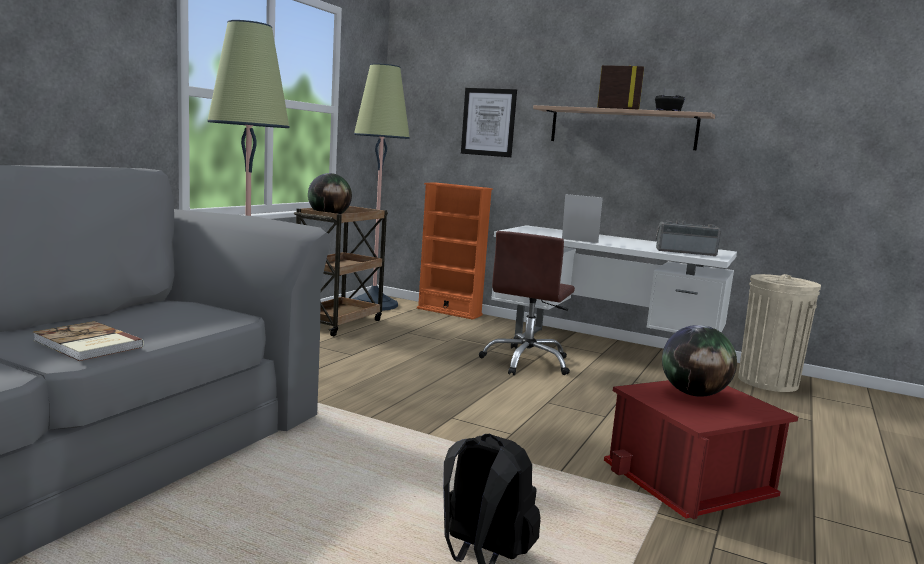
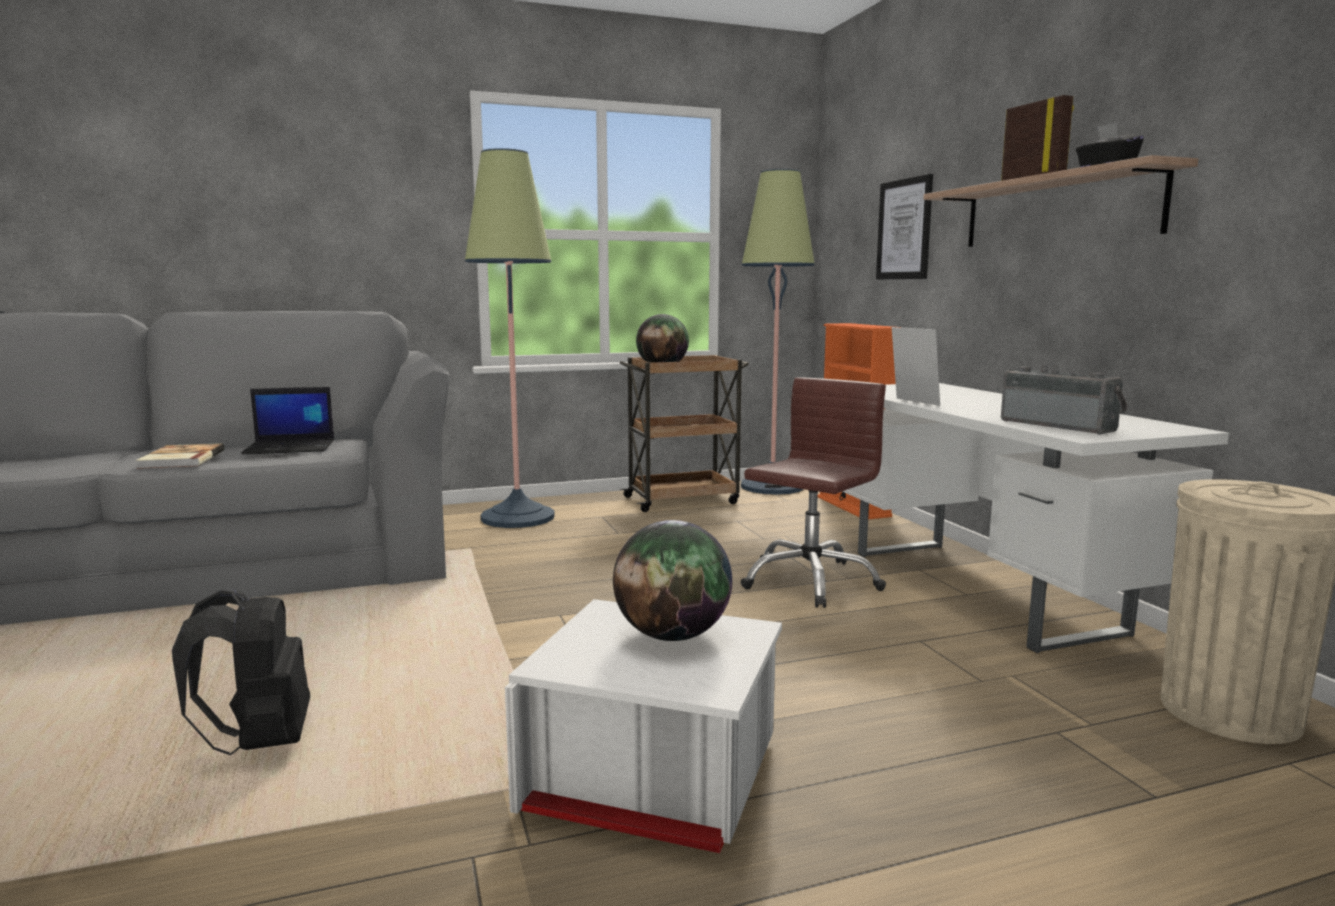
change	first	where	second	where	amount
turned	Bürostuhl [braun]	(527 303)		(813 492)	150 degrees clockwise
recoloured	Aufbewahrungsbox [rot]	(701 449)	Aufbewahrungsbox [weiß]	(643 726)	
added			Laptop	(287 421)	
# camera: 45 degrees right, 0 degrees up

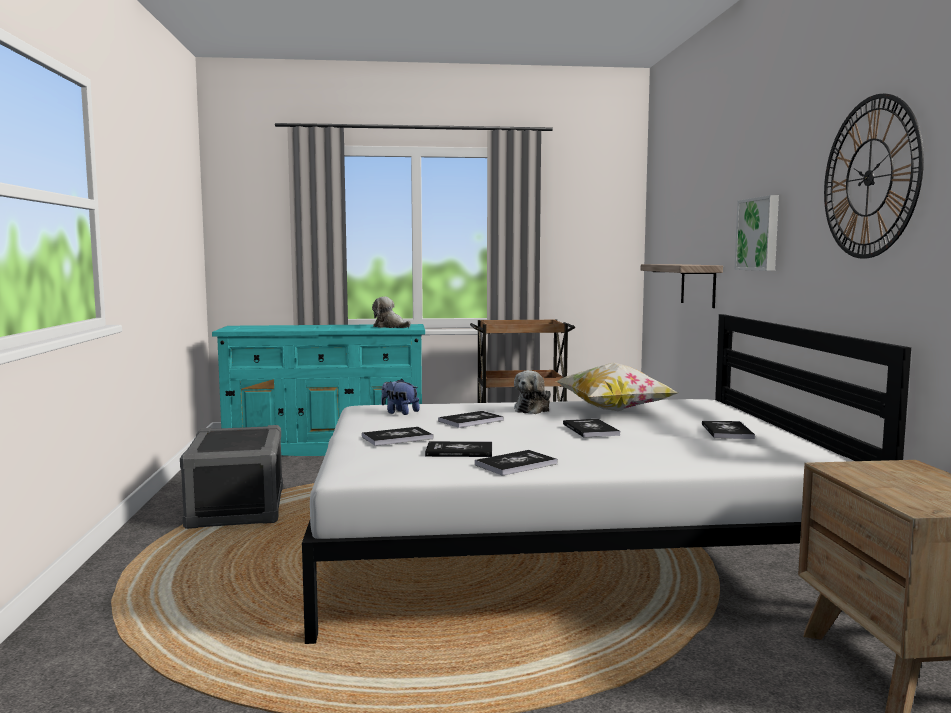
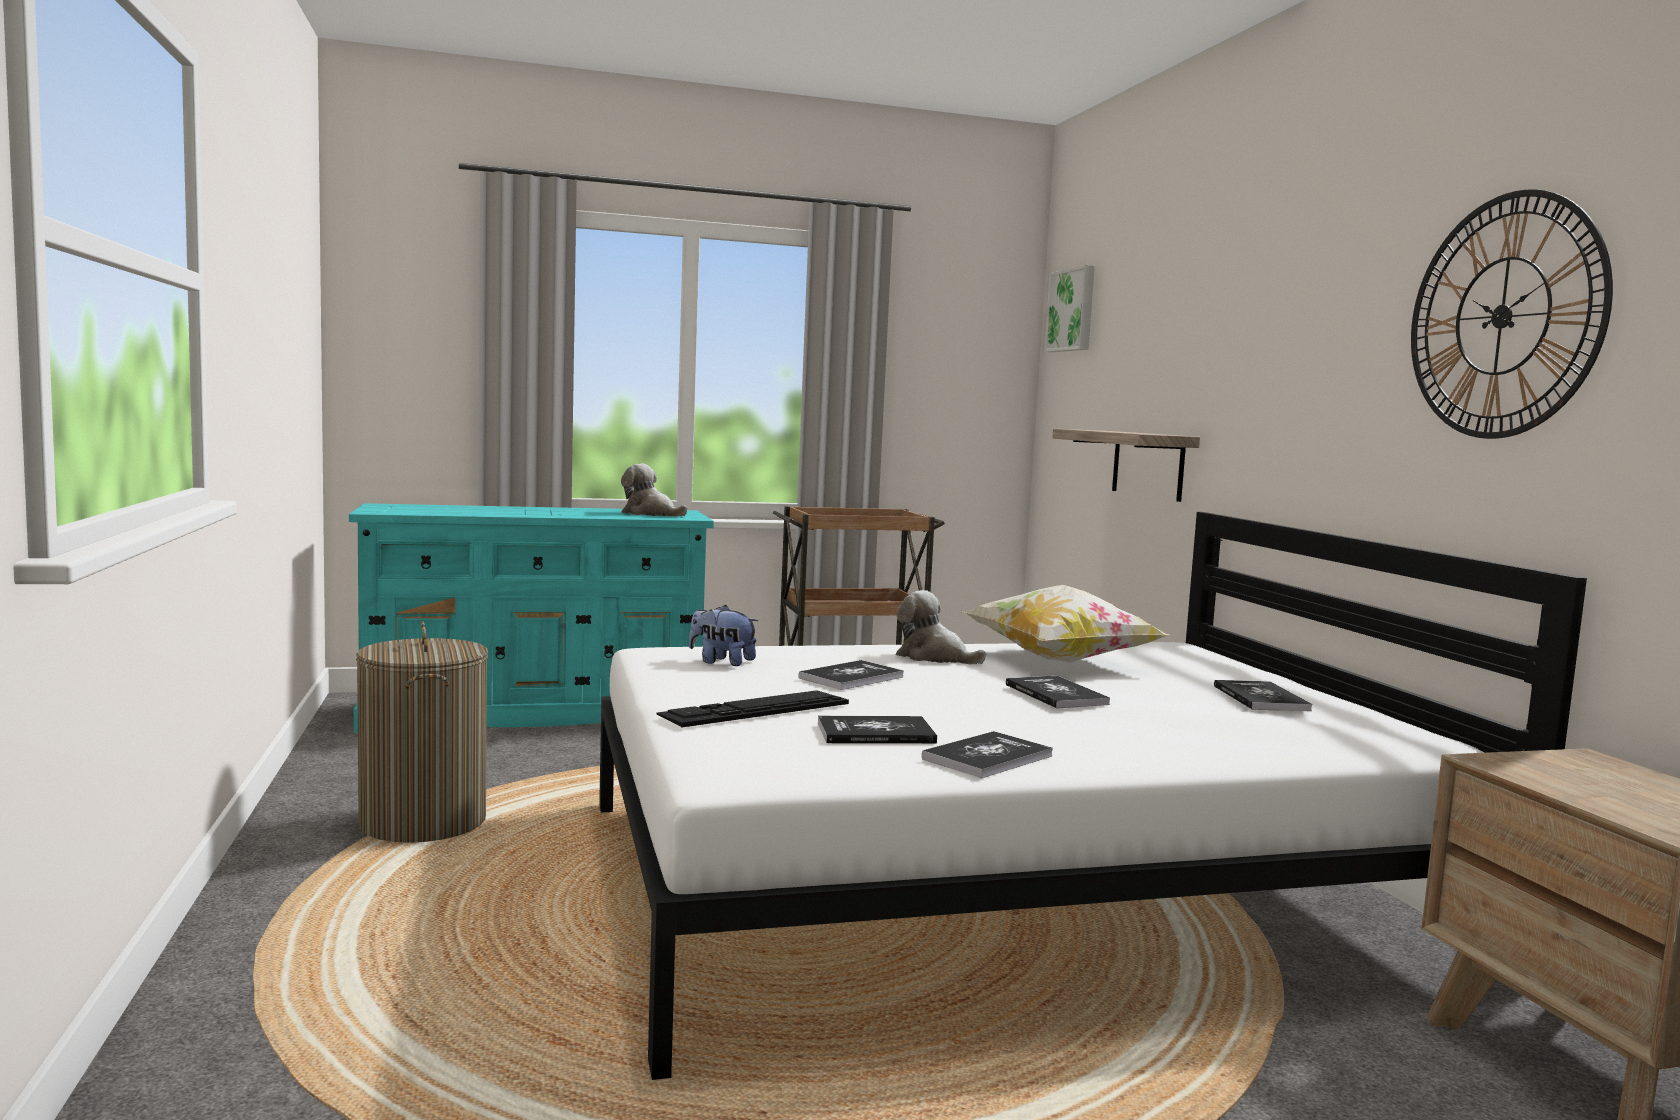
change	first	where	second	where	amount
replaced	Aufbewahrungsbox [grau]	(231 477)	Wäschekorb	(422 732)	
replaced	Buch	(397 436)	Tastatur	(752 708)	
turned	Plüschtier	(532 392)		(941 627)	105 degrees clockwise
moved	Bild	(756 233)		(1069 308)	
# camera: 10 degrees left, 0 degrees up

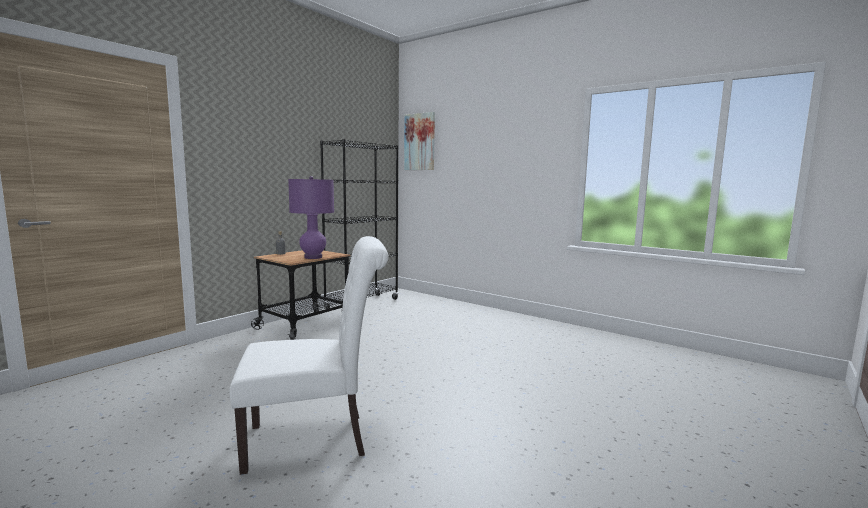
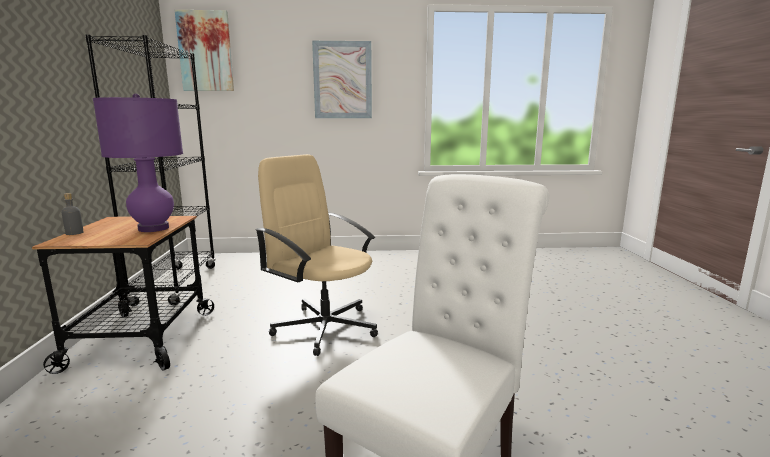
change	first	where	second	where	amount
added			Bürostuhl [beige]	(316 255)	
added			Bild	(342 79)	
# camera: 40 degrees left, 5 degrees up

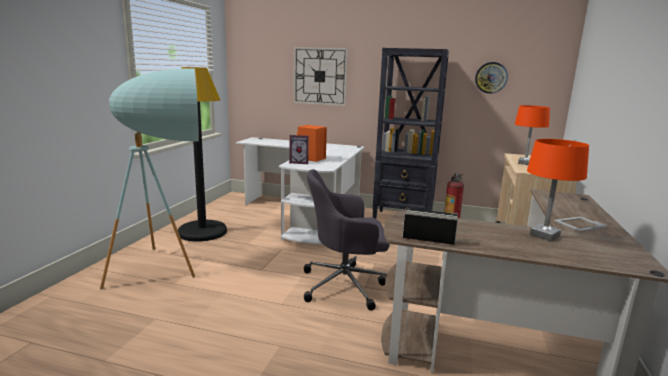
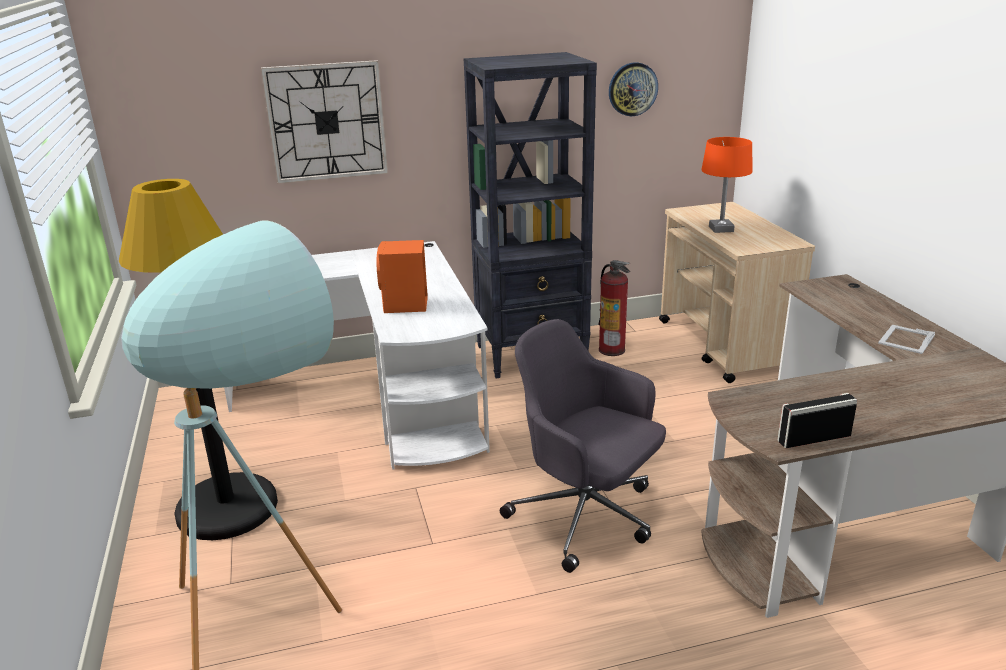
change	first	where	second	where	amount
removed	Bilderrahmen	(299 149)			
turned	Bürostuhl [grau]	(347 240)		(583 446)	75 degrees clockwise
removed	Tischlampe [orange]	(558 190)			
# camera: 30 degrees left, 10 degrees up

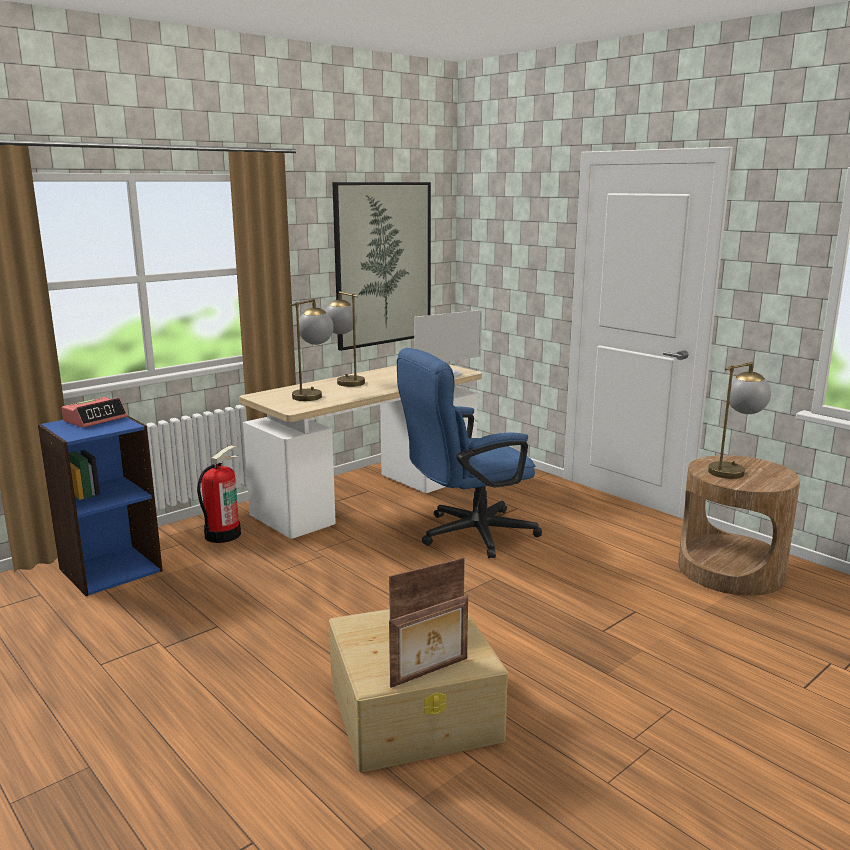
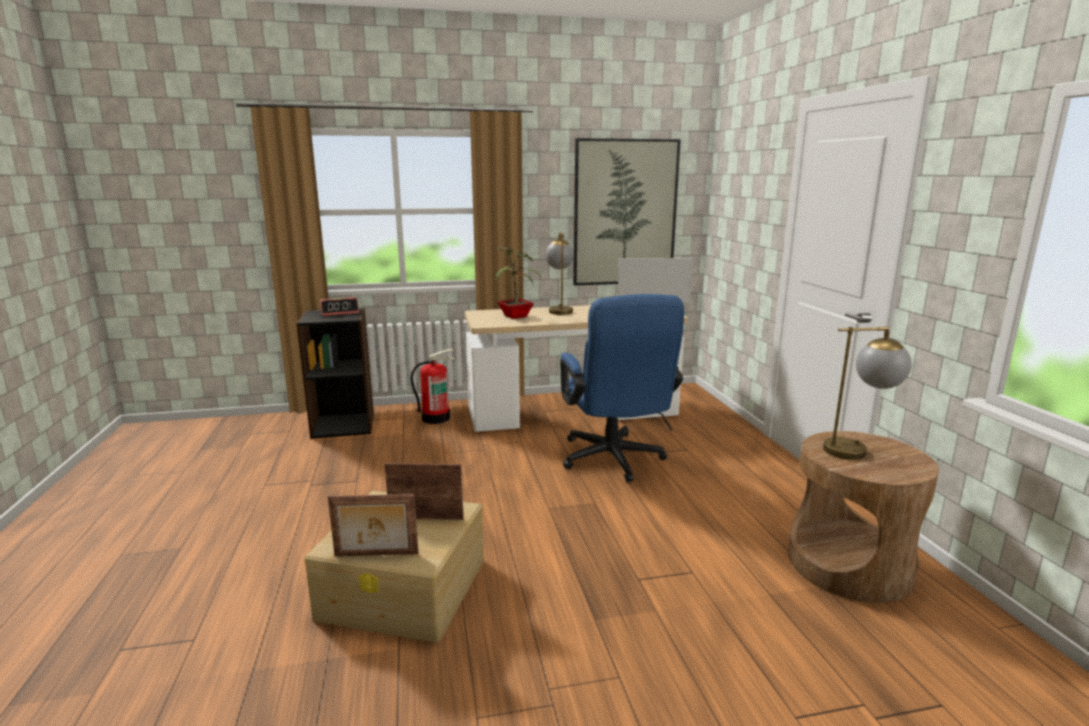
change	first	where	second	where	amount
recoloured	Bücherregal [blau]	(100 505)	Bücherregal [schwarz]	(335 373)	
replaced	Tischlampe	(312 350)	Topfpflanze	(518 281)	
turned	Bürostuhl [blau]	(469 453)		(622 388)	105 degrees counterclockwise
# camera: 30 degrees right, 0 degrees up

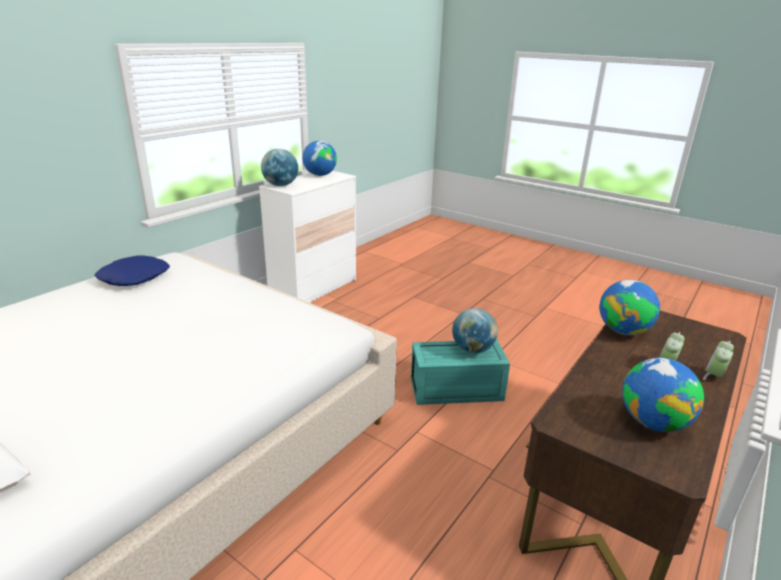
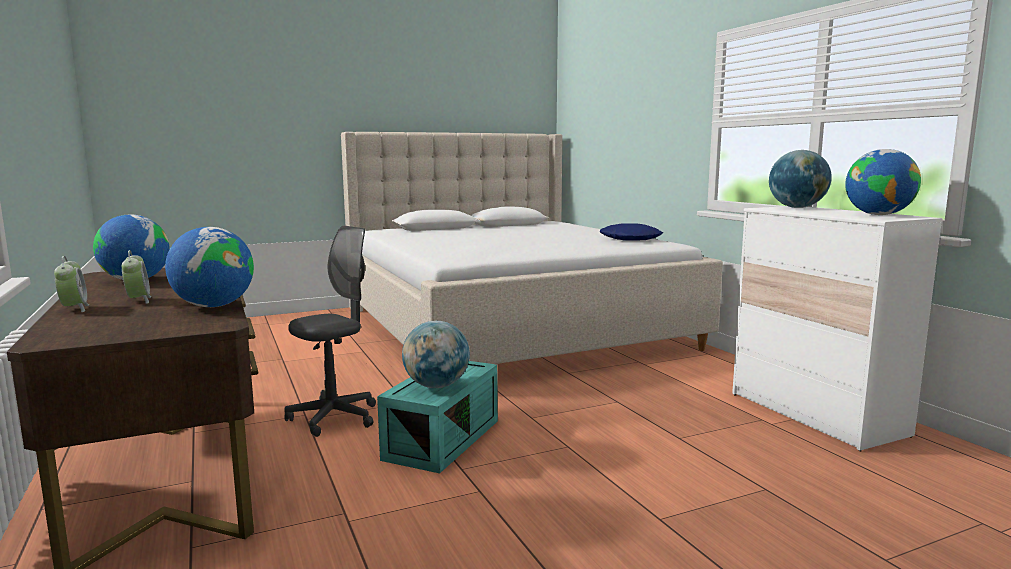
change	first	where	second	where	amount
added			Bürostuhl [grau]	(330 331)	
# camera: 120 degrees right, 15 degrees down

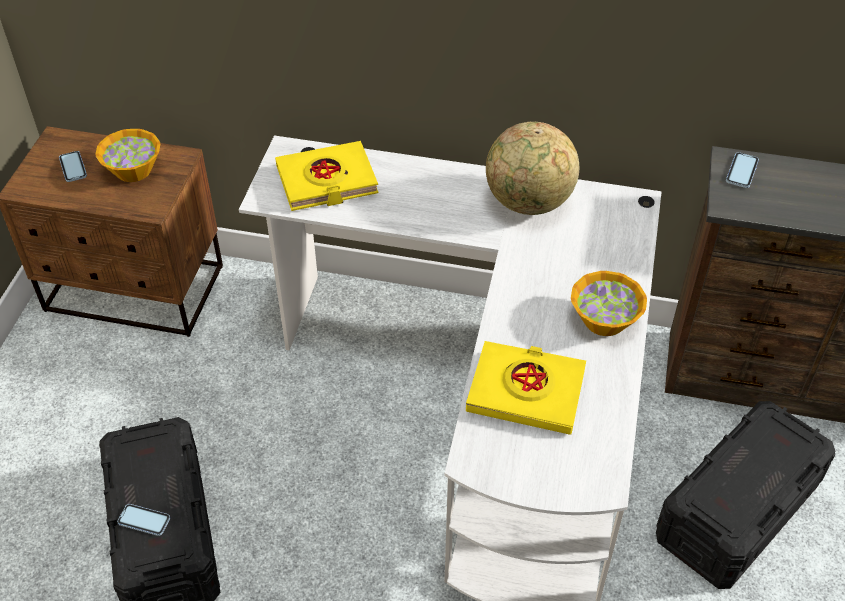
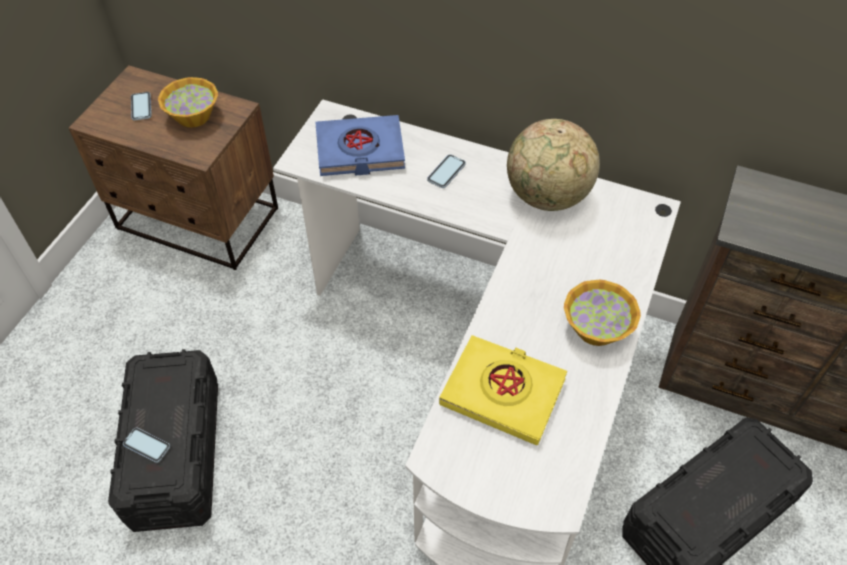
change	first	where	second	where	amount
recoloured	Buch [gelb]	(327 176)	Buch [blau]	(360 145)	
moved	Handy	(742 170)		(446 171)	
# camera: 10 degrees right, 5 degrees up

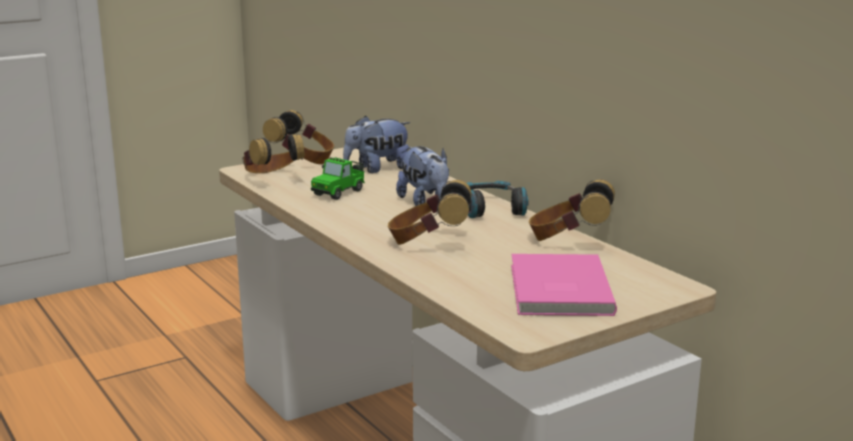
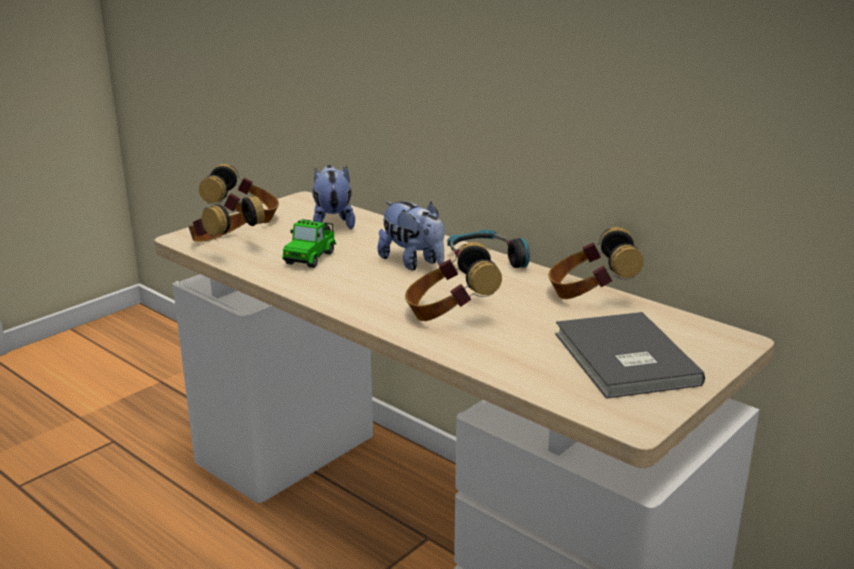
change	first	where	second	where	amount
turned	Plüschtier	(377 144)		(333 197)	120 degrees clockwise
recoloured	Buch [rosa]	(564 285)	Buch [grau]	(630 355)	
# camera: 15 degrees left, 5 degrees up

